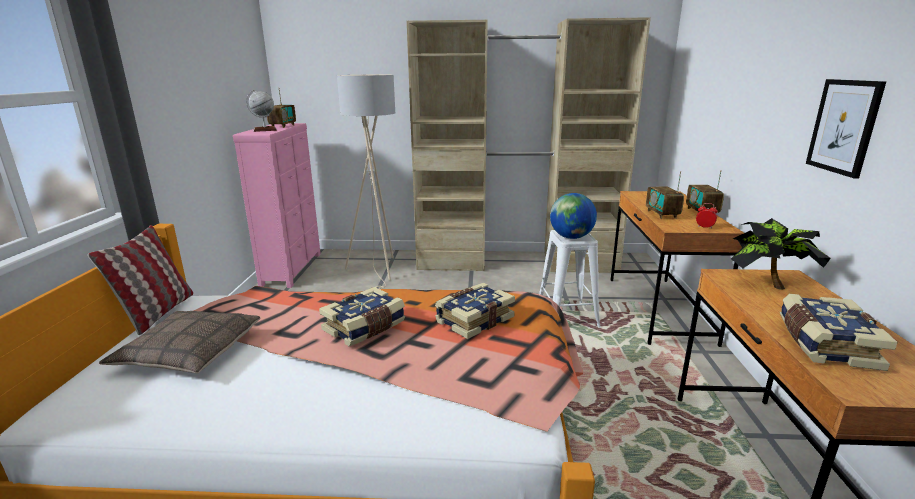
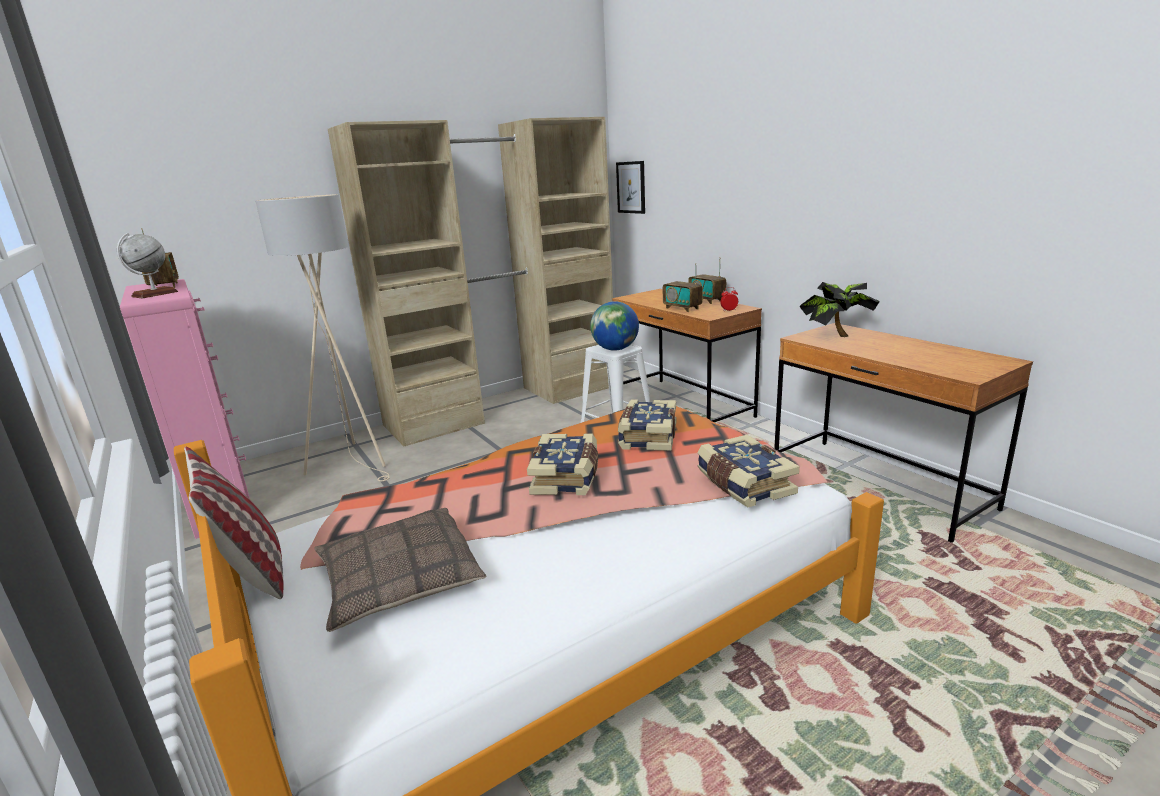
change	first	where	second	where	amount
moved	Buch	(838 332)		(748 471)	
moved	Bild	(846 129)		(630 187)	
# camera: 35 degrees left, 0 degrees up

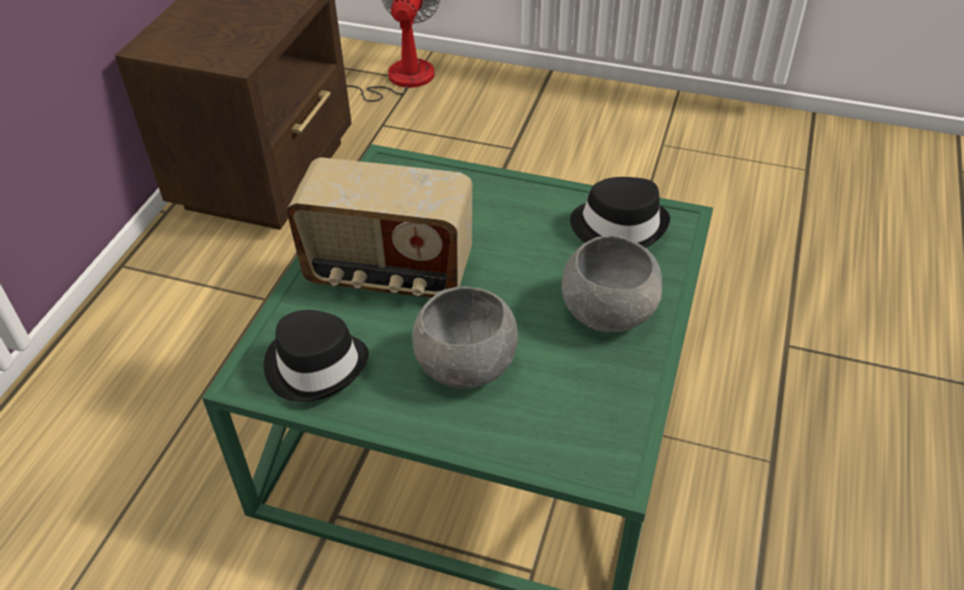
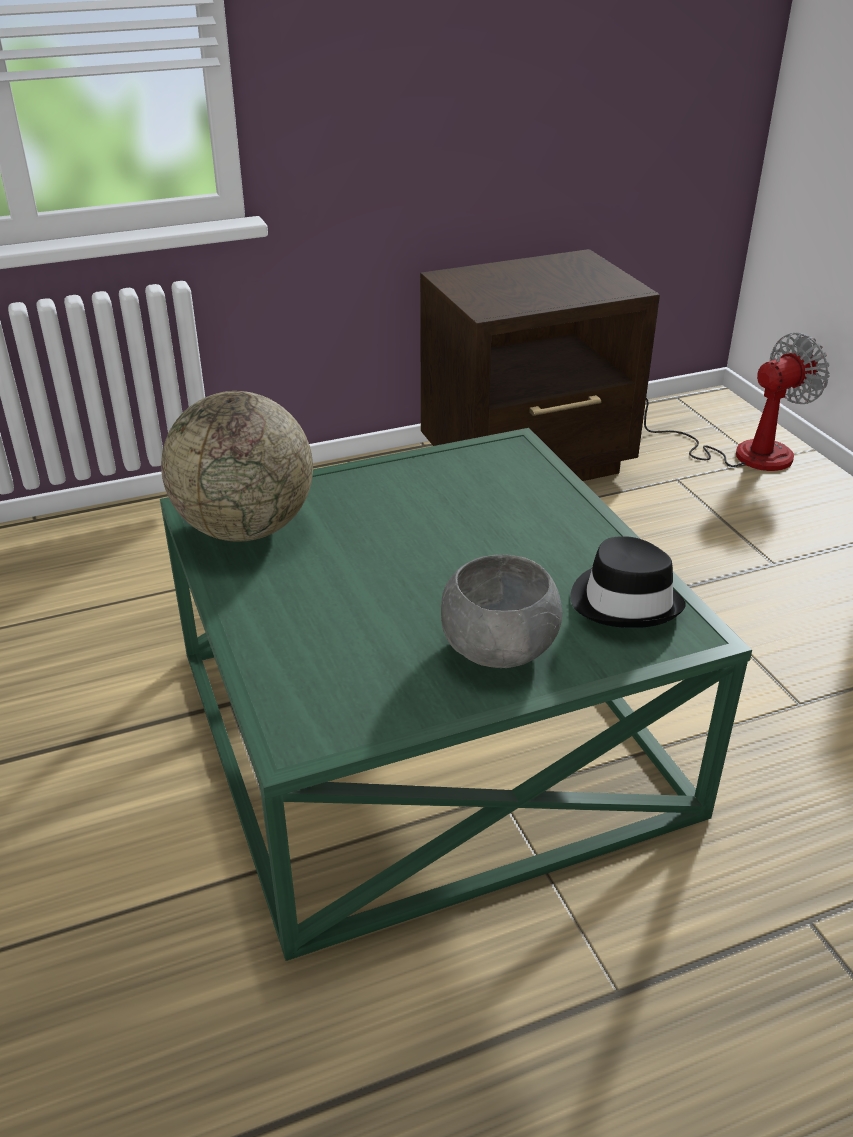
change	first	where	second	where	amount
replaced	Hut [schwarz]	(316 356)	Globus	(237 466)	
removed	Radio	(379 227)			
removed	Schüssel [grau]	(465 337)			
# camera: 50 degrees right, 10 degrees down

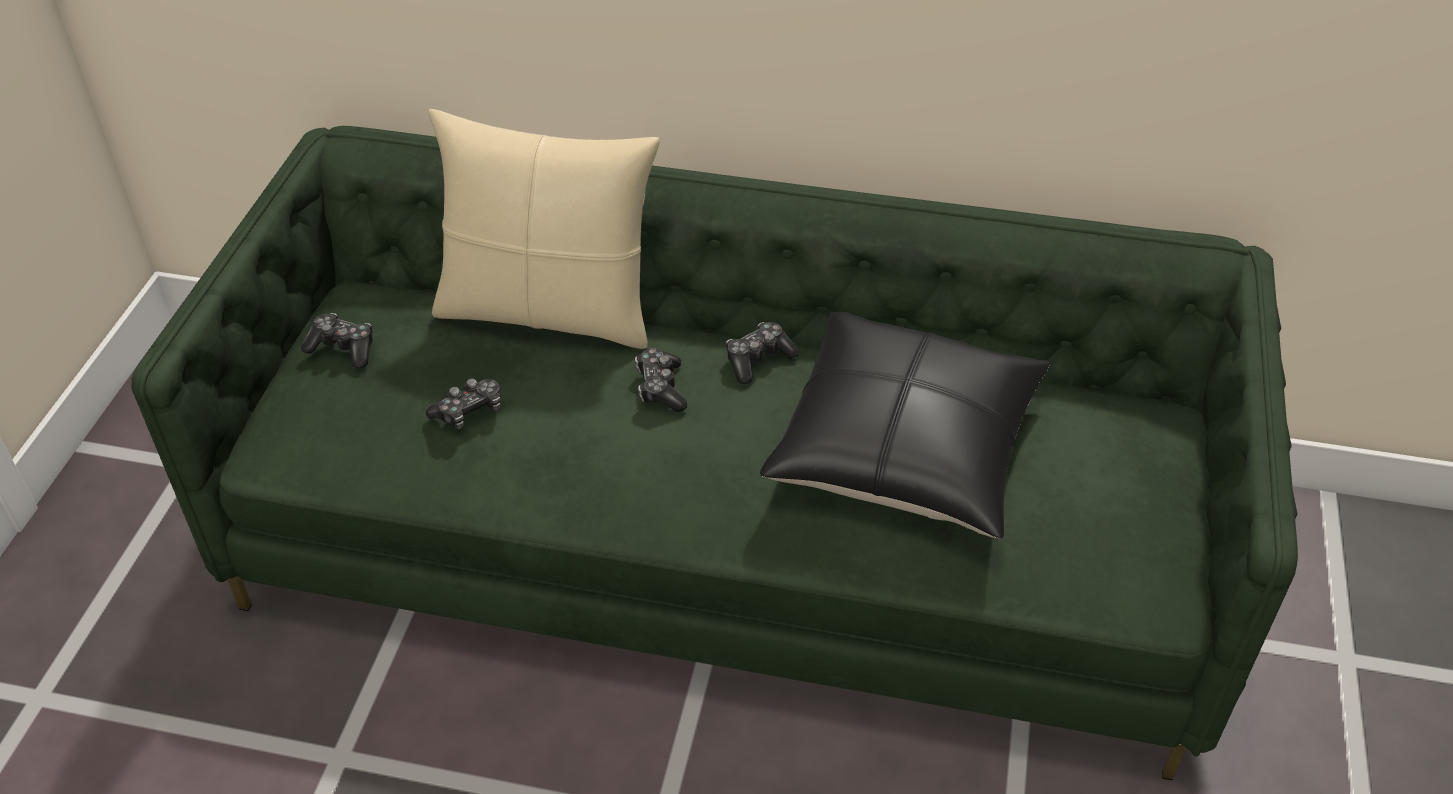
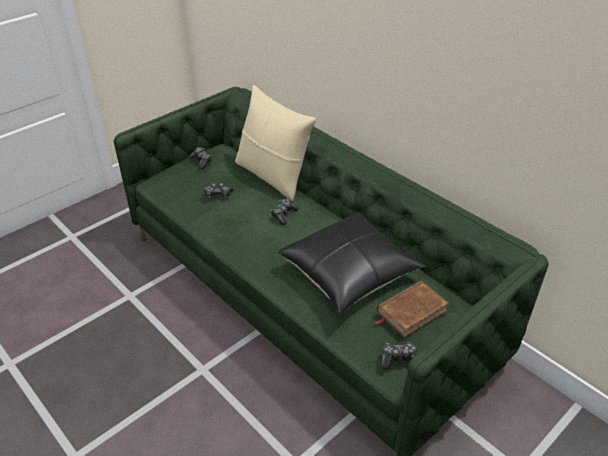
change	first	where	second	where	amount
moved	Gamepad	(762 353)		(399 355)	
added			Buch [braun]	(411 309)	
# camera: 35 degrees right, 5 degrees down

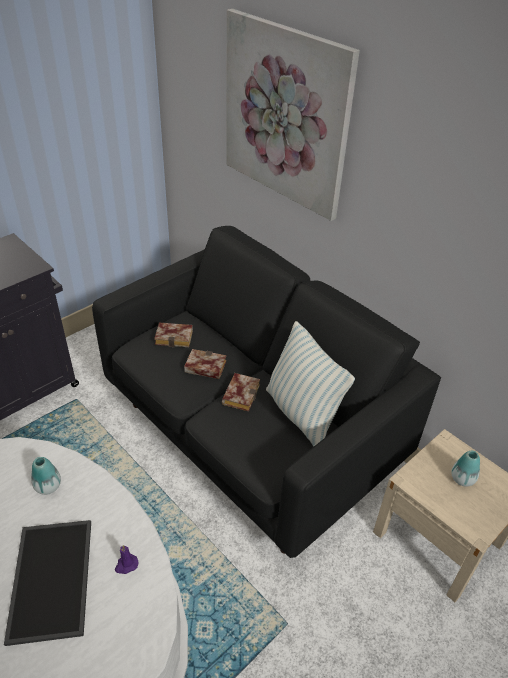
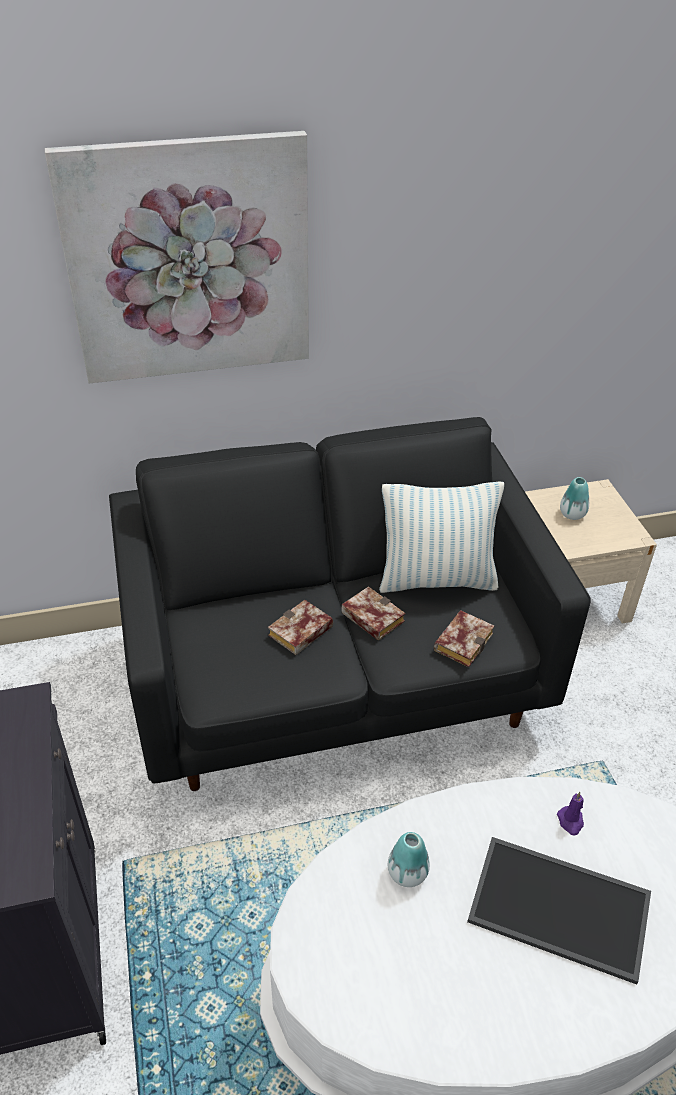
change	first	where	second	where	amount
moved	Buch	(173 335)		(464 638)	
# camera: 60 degrees left, 0 degrees up

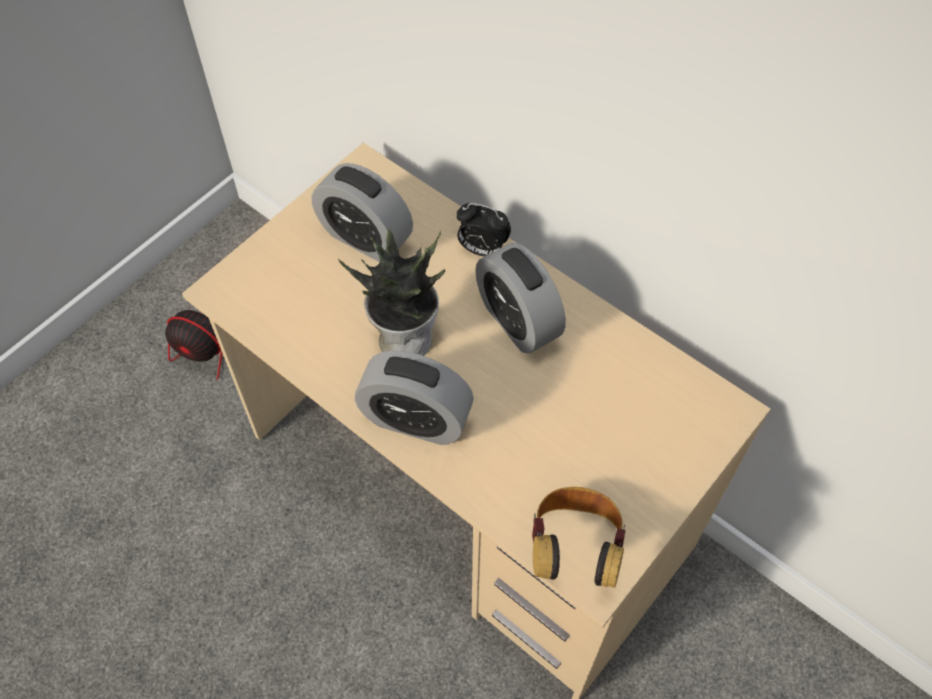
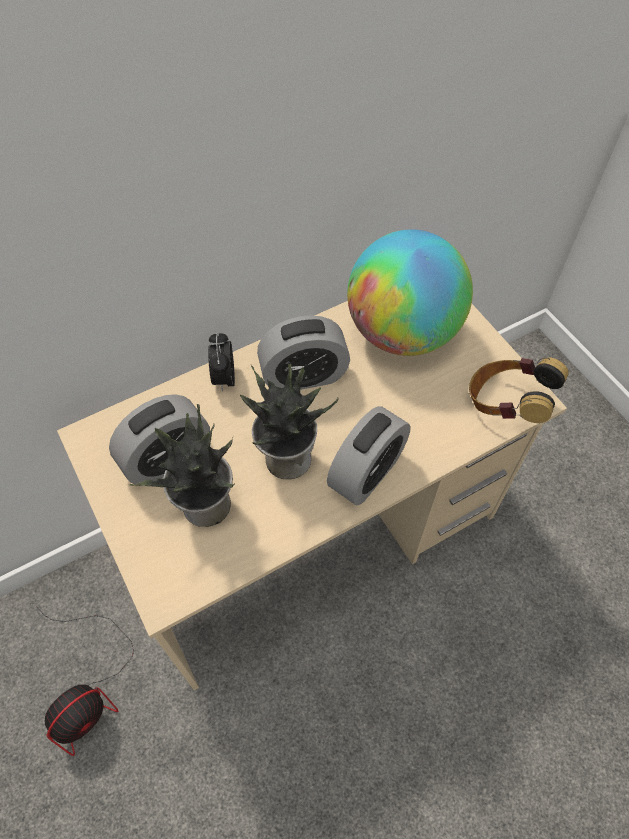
change	first	where	second	where	amount
turned	Wecker	(483 230)		(221 362)	135 degrees clockwise
added			Topfpflanze	(182 465)	
added			Globus	(410 292)	
# camera: 70 degrees left, 0 degrees up

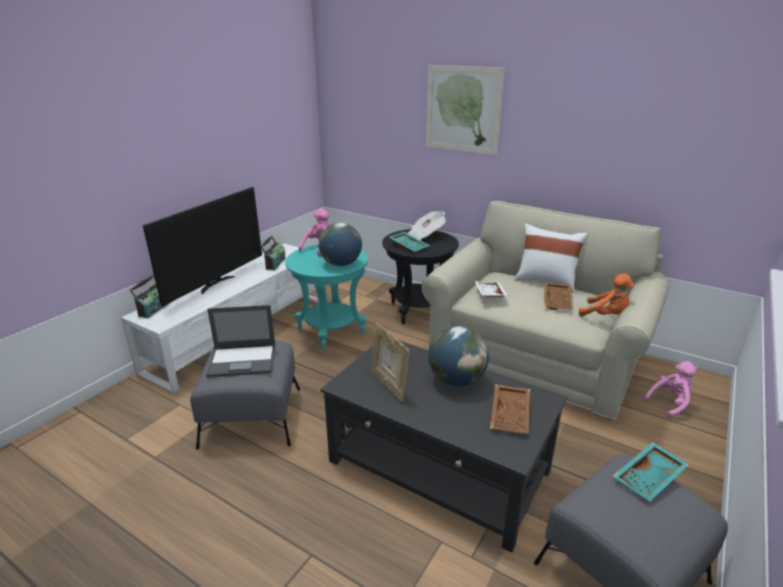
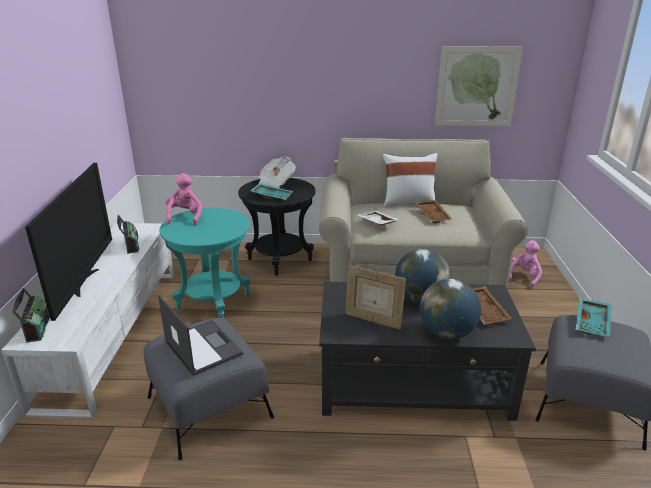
change	first	where	second	where	amount
turned	Laptop	(240 341)		(200 335)	90 degrees counterclockwise
moved	Globus	(340 244)		(450 309)	
moved	Bild	(465 110)		(479 86)	
removed	Plüschtier [orange]	(606 295)			
# camera: 30 degrees left, 0 degrees up

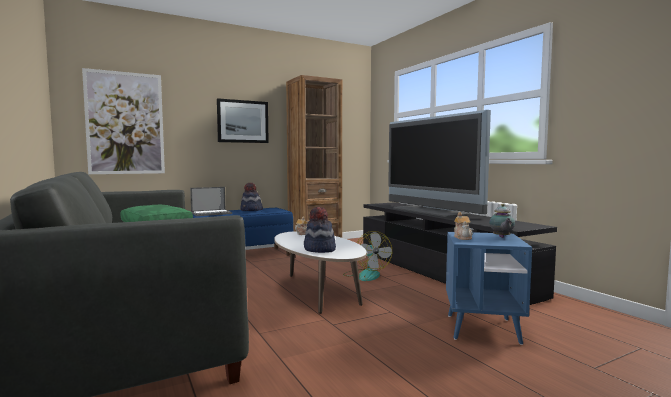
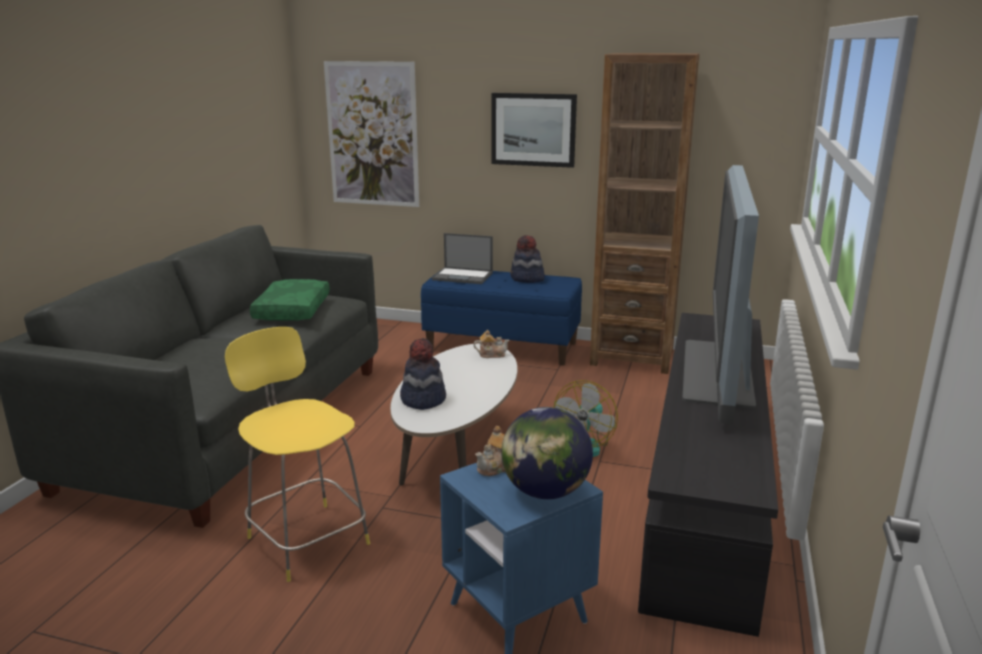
change	first	where	second	where	amount
replaced	Teekanne	(502 221)	Globus	(547 453)	
added			Hocker [gelb]	(297 454)	
# camera: 45 degrees right, 15 degrees up

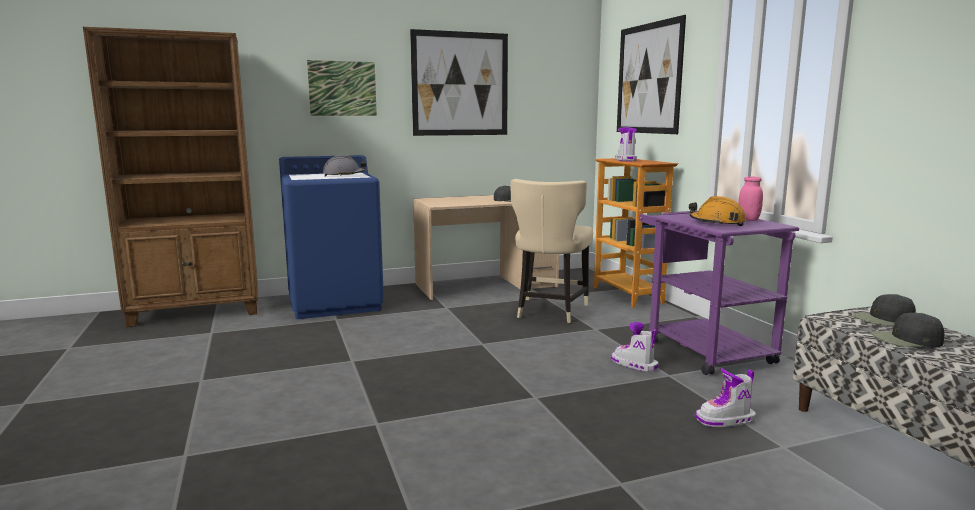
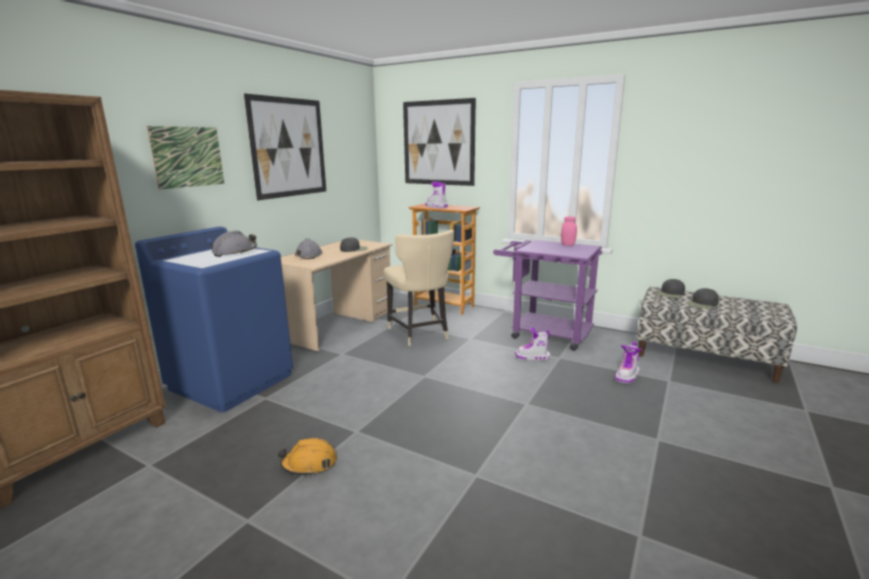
change	first	where	second	where	amount
moved	Schutzhelm [orange]	(717 211)		(307 457)	
added			Schutzhelm [grau]	(309 248)	
# camera: 40 degrees left, 5 degrees up

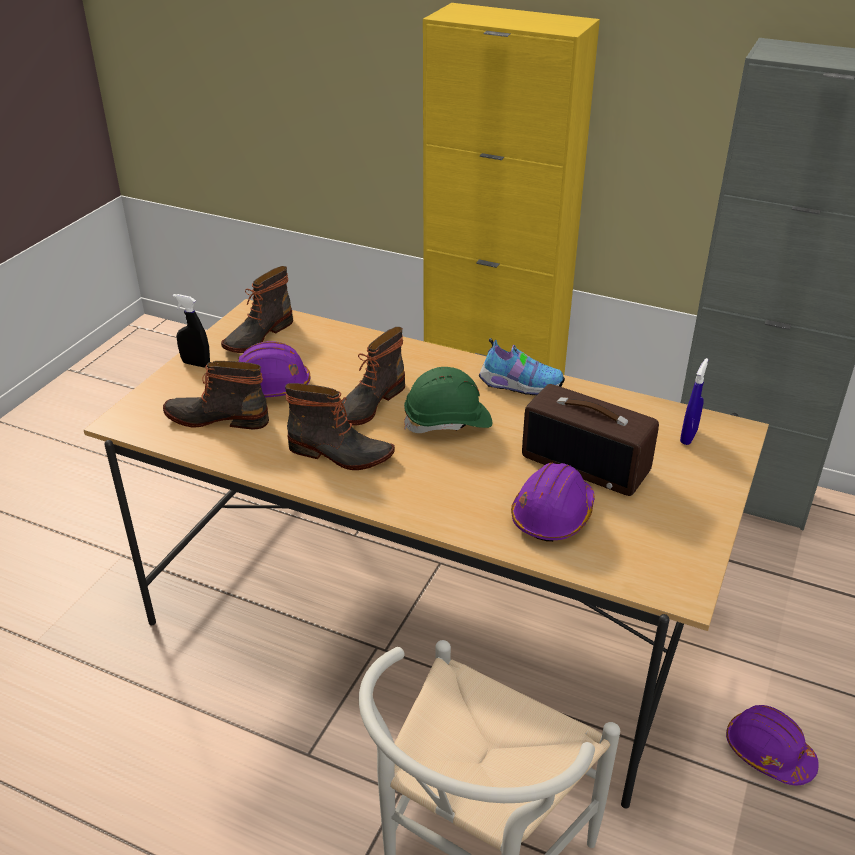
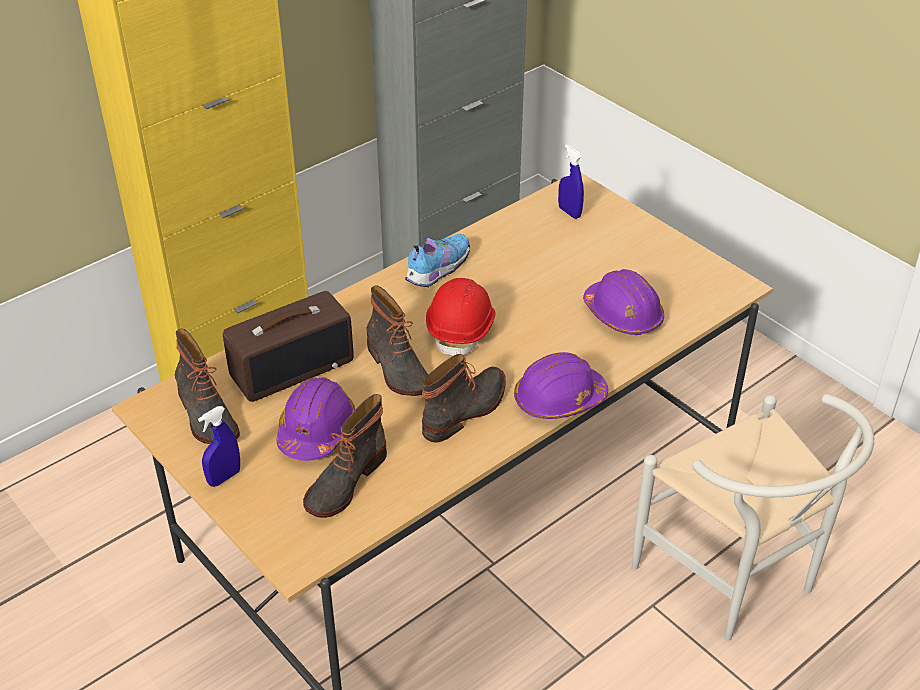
change	first	where	second	where	amount
recoloured	Sprühflasche [schwarz]	(191 330)	Sprühflasche [blau]	(219 446)	
recoloured	Schutzhelm [grün]	(448 400)	Schutzhelm [rot]	(461 317)	
moved	Radio	(590 440)		(288 346)	
moved	Schutzhelm [lila]	(772 745)		(561 385)	
# camera: 65 degrees left, 5 degrees up

